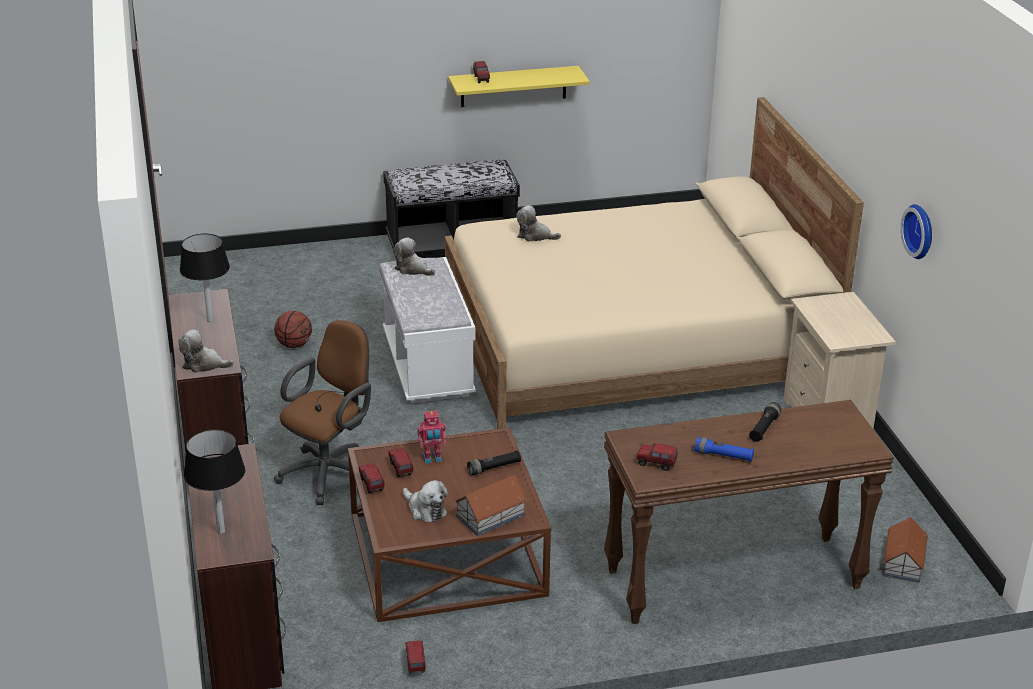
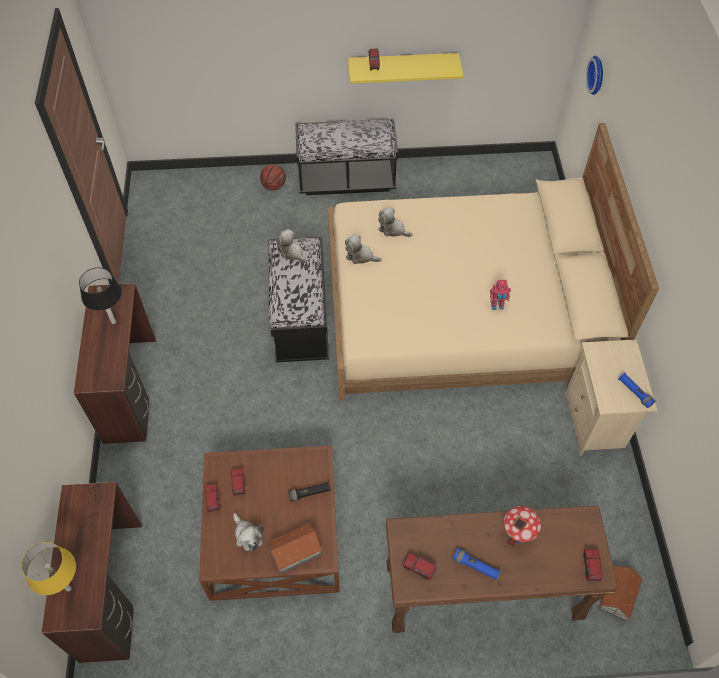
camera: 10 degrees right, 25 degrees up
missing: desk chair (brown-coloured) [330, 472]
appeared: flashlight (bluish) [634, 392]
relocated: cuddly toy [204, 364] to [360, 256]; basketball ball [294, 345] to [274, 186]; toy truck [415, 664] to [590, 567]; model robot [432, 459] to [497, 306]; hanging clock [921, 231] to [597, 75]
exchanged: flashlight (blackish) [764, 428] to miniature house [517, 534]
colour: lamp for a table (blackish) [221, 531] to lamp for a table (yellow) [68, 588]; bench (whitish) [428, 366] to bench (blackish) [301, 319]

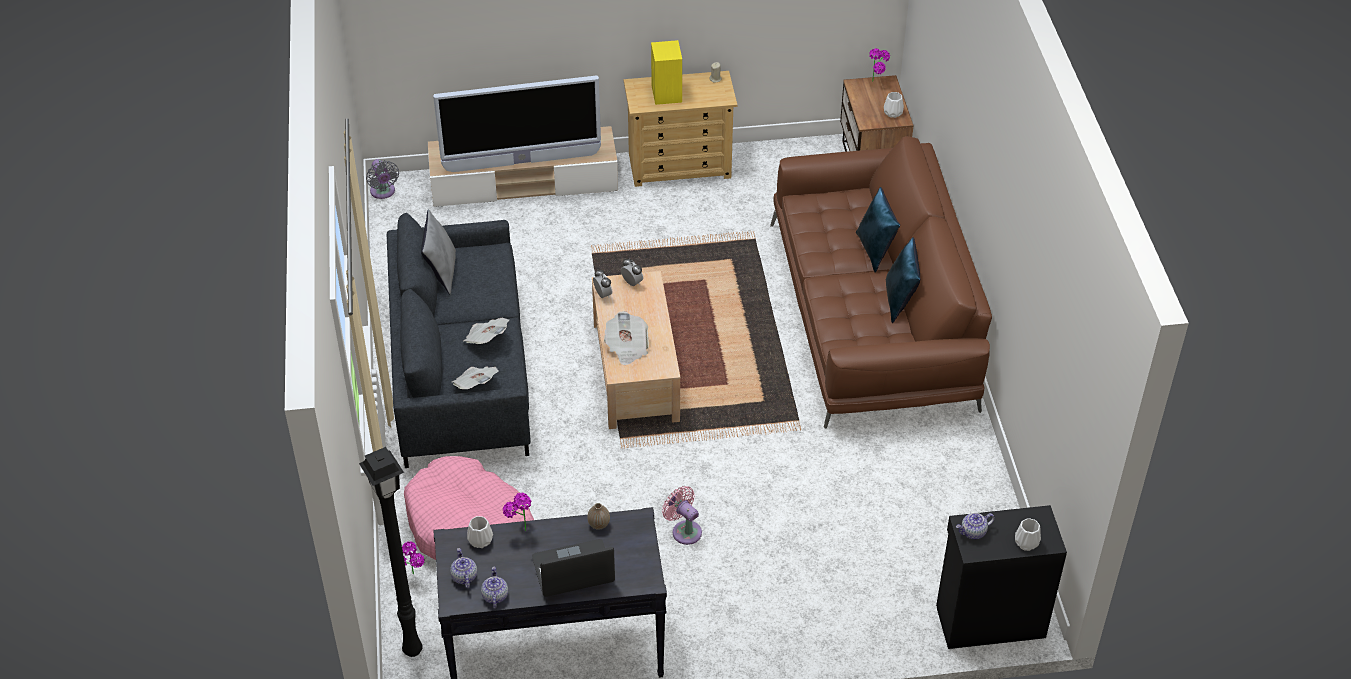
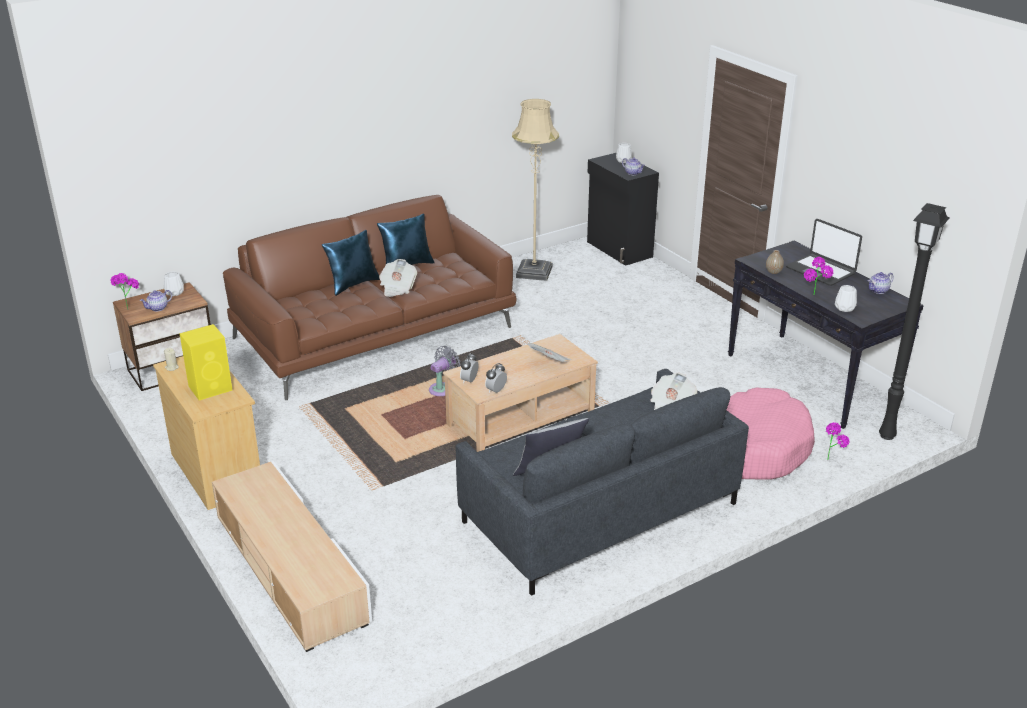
camera: 115 degrees left, 15 degrees down
missing: TV [522, 162]; electric fan (pink) [684, 530]
appeared: floor lamp (beige) [534, 272]
relocated: electric fan (gray) [383, 192] to [443, 389]; tea pot [464, 576] to [158, 308]; newspaper [486, 339] to [397, 288]

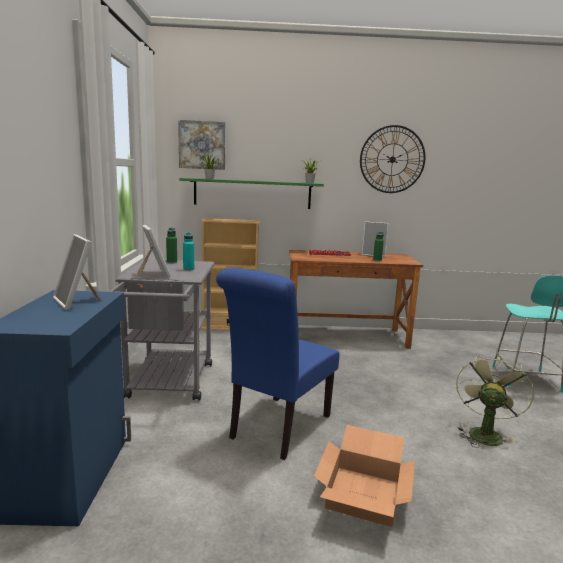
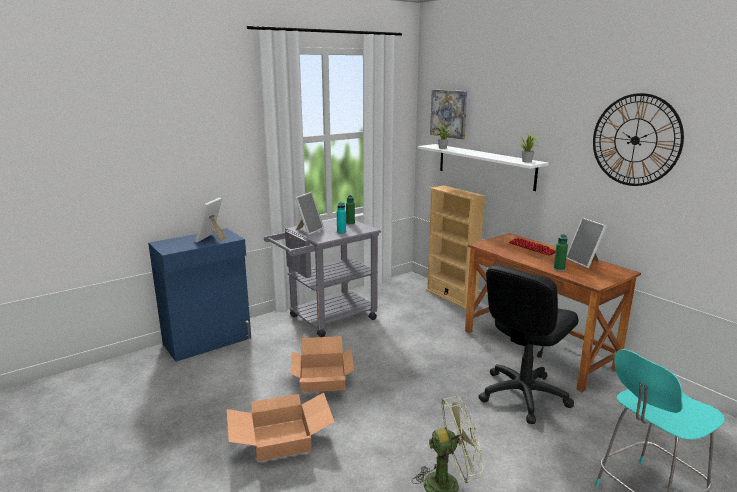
camera: 55 degrees right, 5 degrees up
appeared: desk chair (blackish) [522, 395]
exchanged: plain chair (bluish) [276, 429] to packing box [321, 378]
colour: shelf (green) [252, 193] to shelf (whitish) [485, 166]

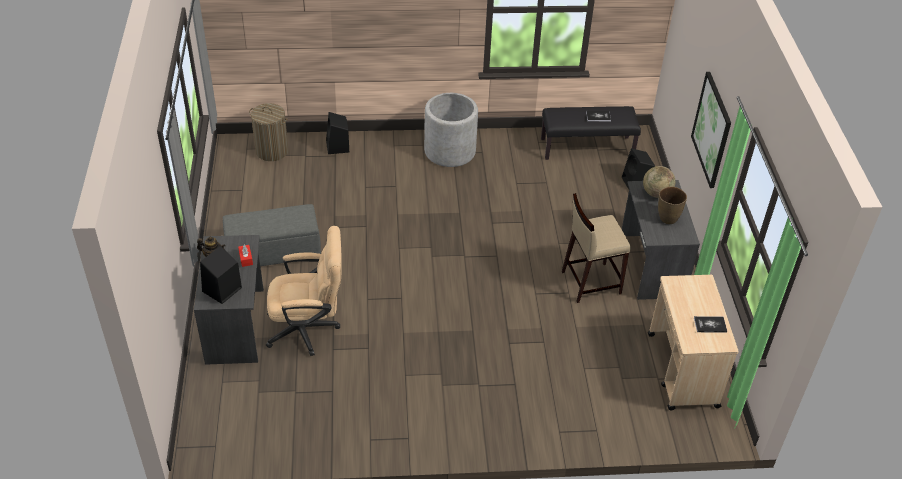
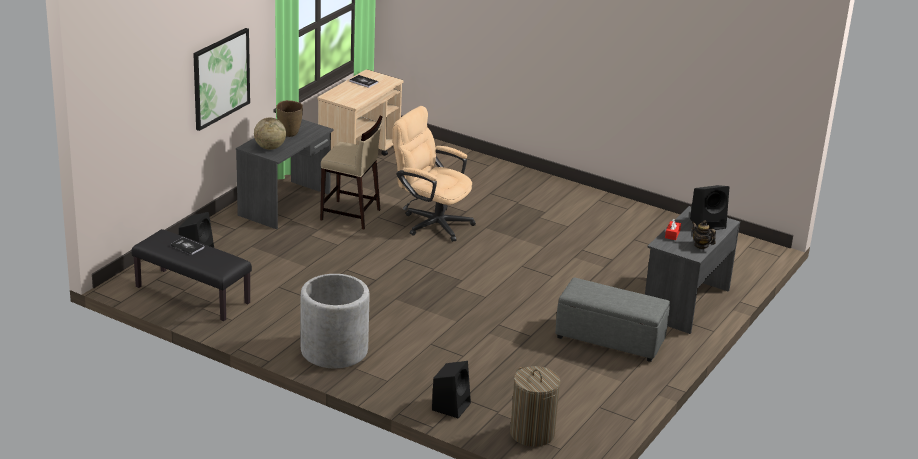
camera: 145 degrees left, 15 degrees down
relocated: desk chair (beige) [309, 329] to [431, 222]

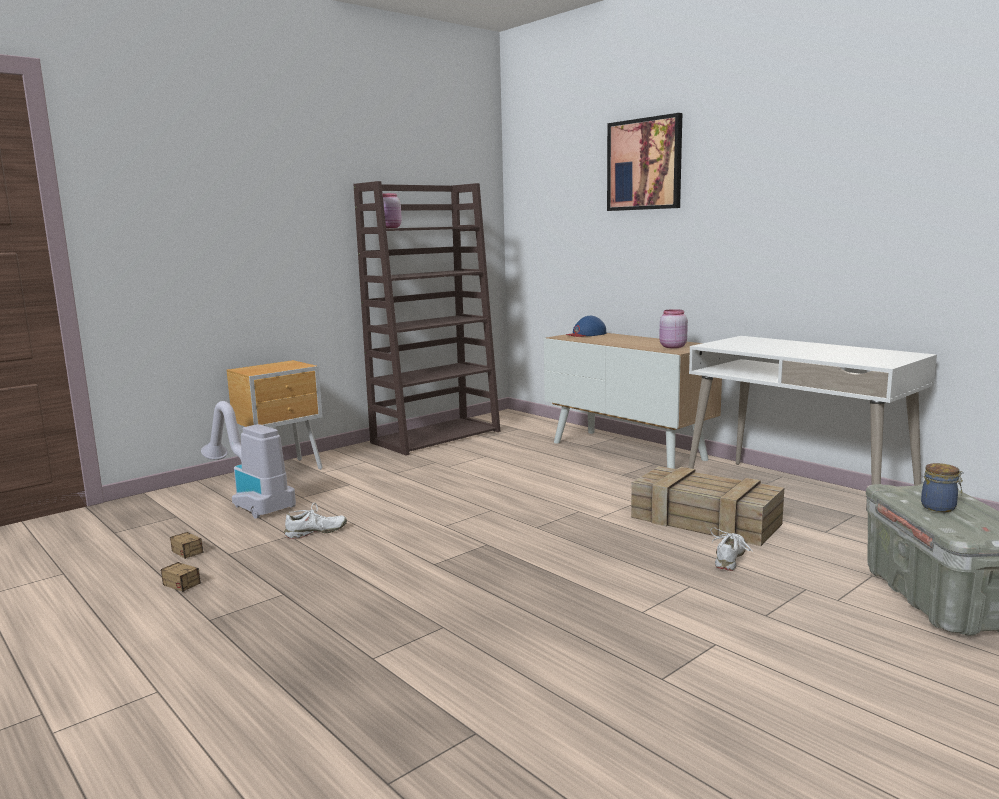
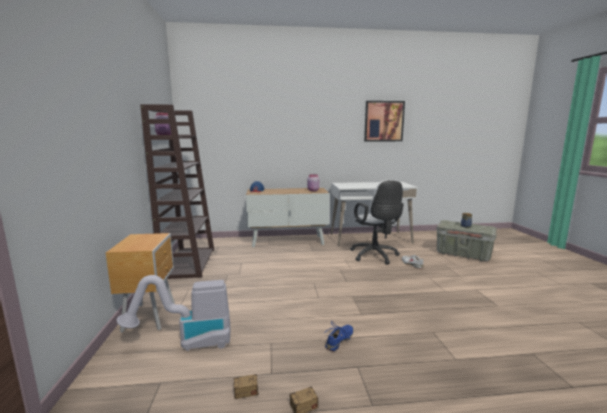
camera: 55 degrees left, 0 degrees up
missing: shoe (whitish) [316, 532]
appeared: shoe (bluish) [339, 341]
relocated: wall art [644, 164] to [383, 121]
exchanged: crate [702, 520] to desk chair (whitish) [375, 256]

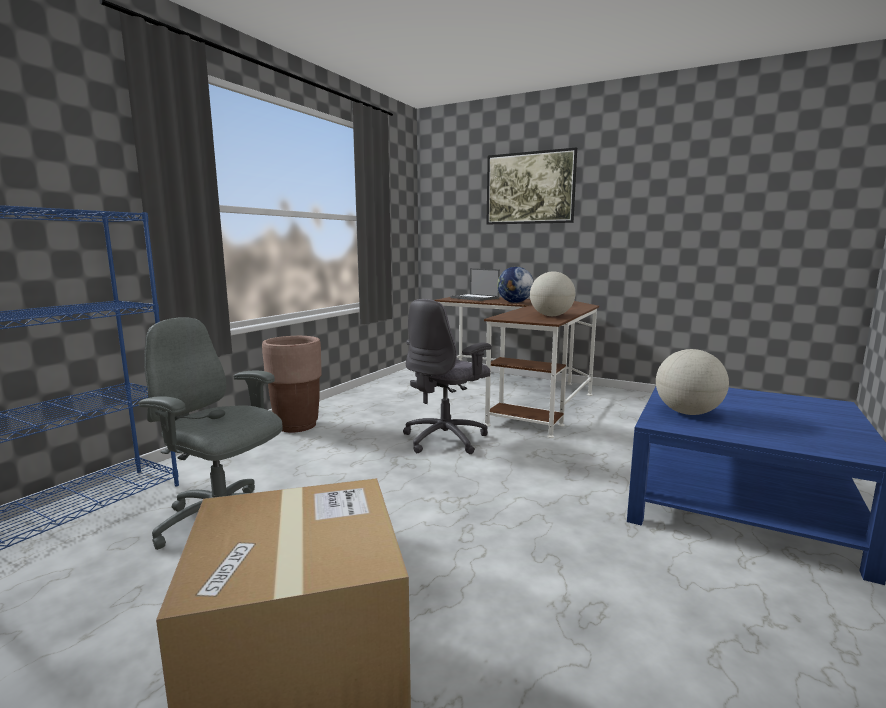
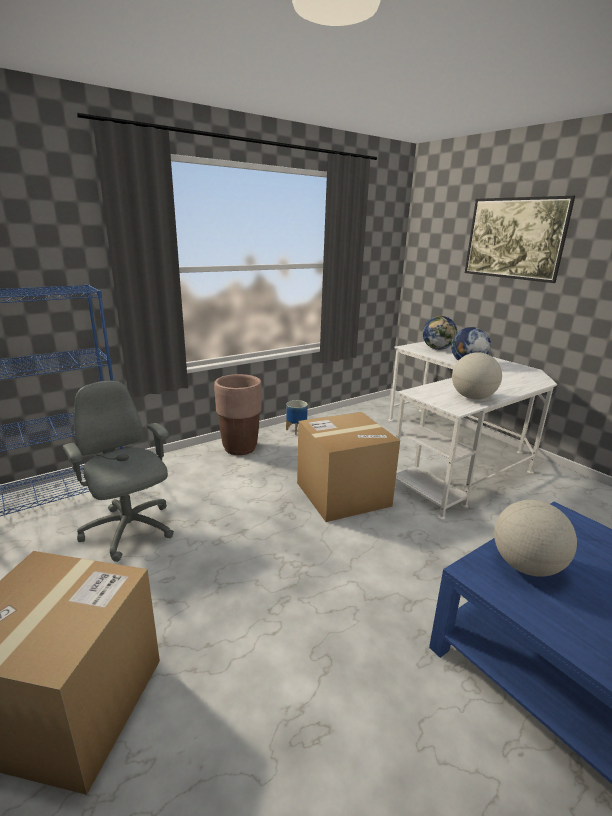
camera: 25 degrees right, 10 degrees up
appeared: planter [296, 430]
exchanged: desk chair (gray) [446, 439] to packing box [342, 494]; portable computer [475, 298] to globe [437, 349]
colour: desk (brown-coloured) [520, 394] to desk (whitish) [455, 455]

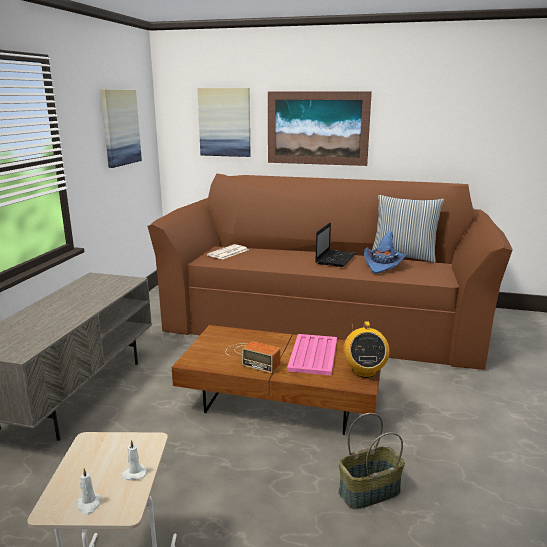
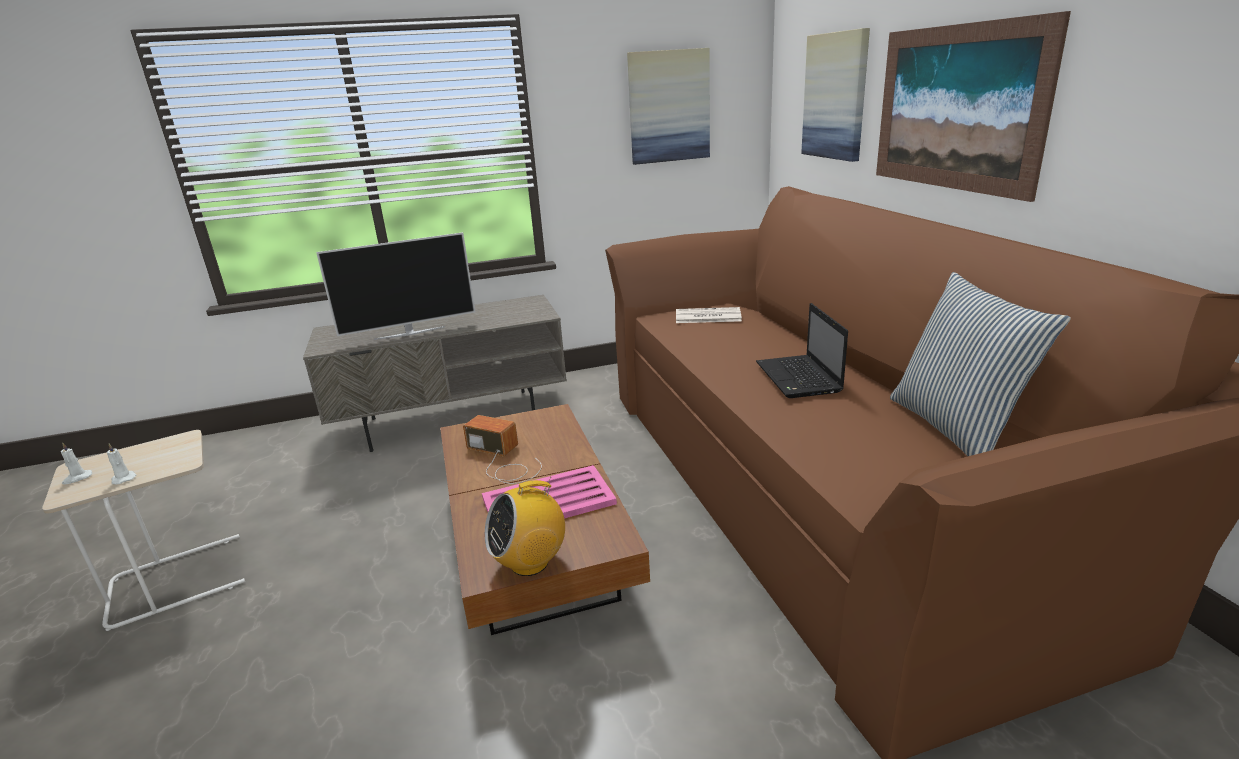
camera: 60 degrees right, 5 degrees up
missing: storage basket [369, 492]; clothing hat (bluish) [383, 265]
appeared: TV [410, 333]
spun: radio set [251, 357] = [503, 461] 120 degrees clockwise; portable computer [335, 258] = [799, 378] 90 degrees clockwise

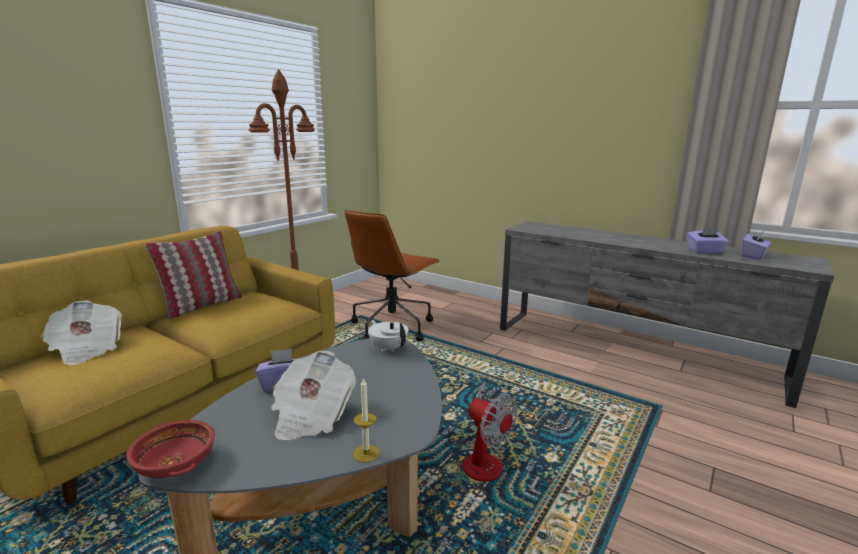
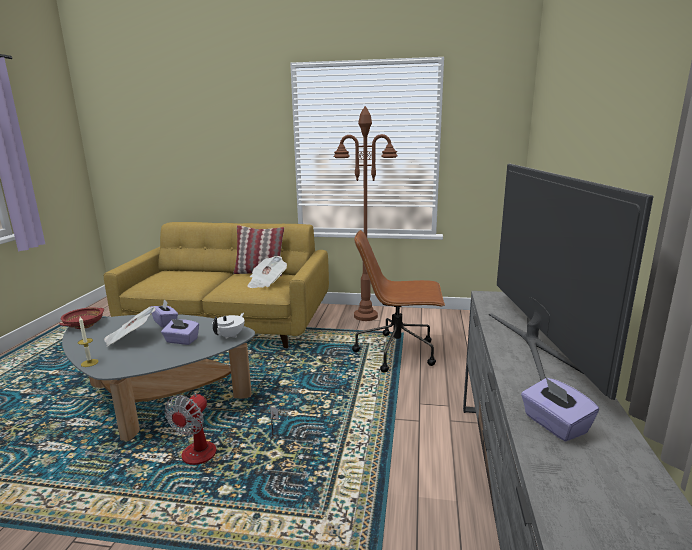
camera: 65 degrees right, 0 degrees up
appeared: TV [536, 343]
relocated: newspaper [87, 349] to [266, 283]; box of tissues (purple-coloured) [753, 256] to [181, 341]

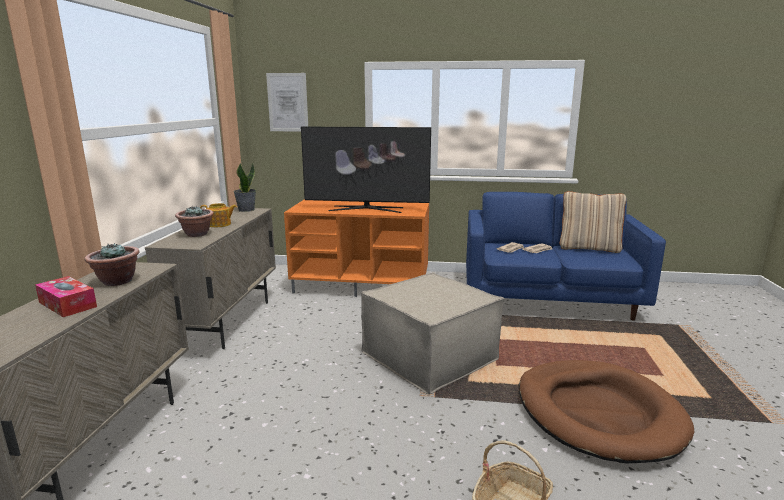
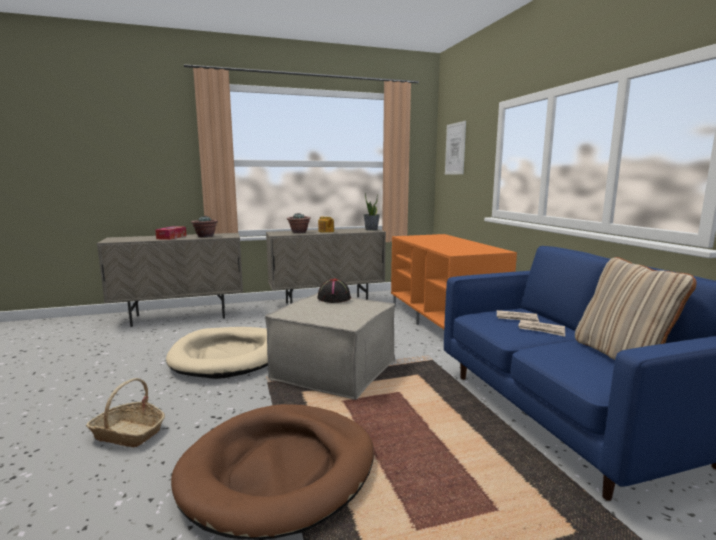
camera: 65 degrees right, 5 degrees down
missing: TV [366, 209]
appeared: pet bed (beige) [228, 356]; clothing hat (blackish) [334, 298]

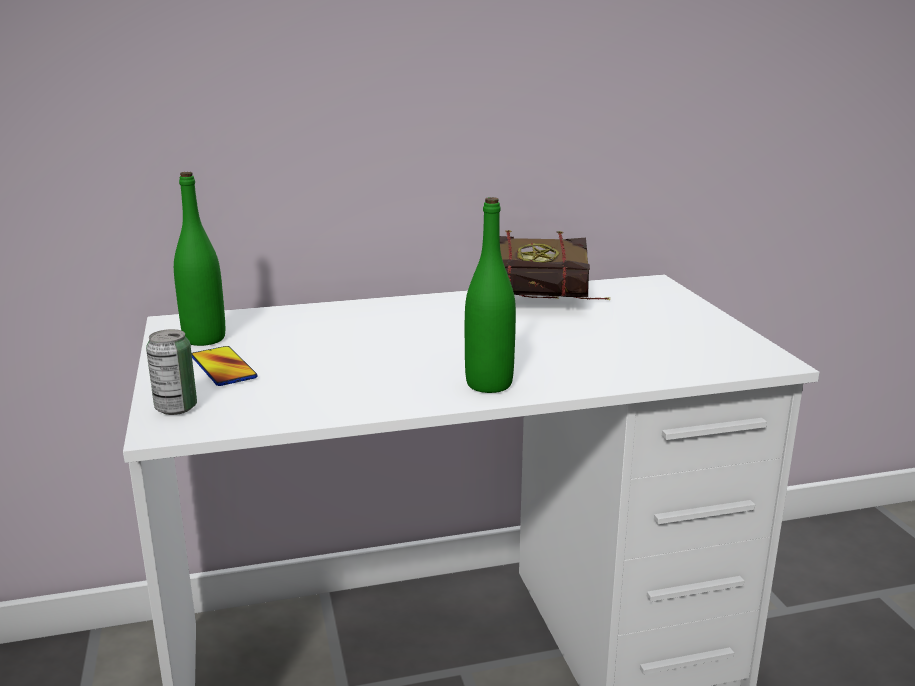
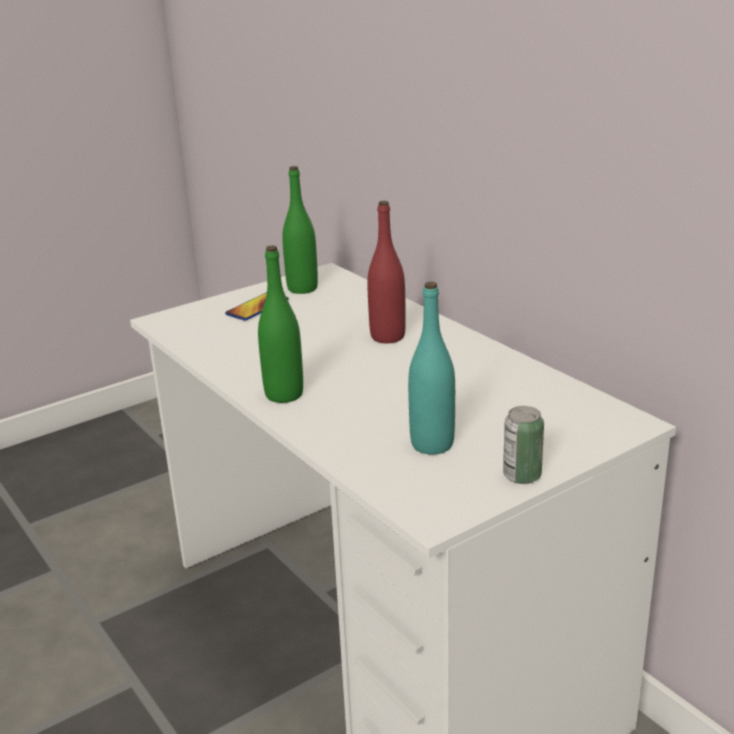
camera: 70 degrees right, 5 degrees up
missing: volume [548, 304]
appeared: drink bottle (red) [387, 337]; drink bottle (blue-green) [432, 444]
relocated: can [176, 408] to [522, 476]

